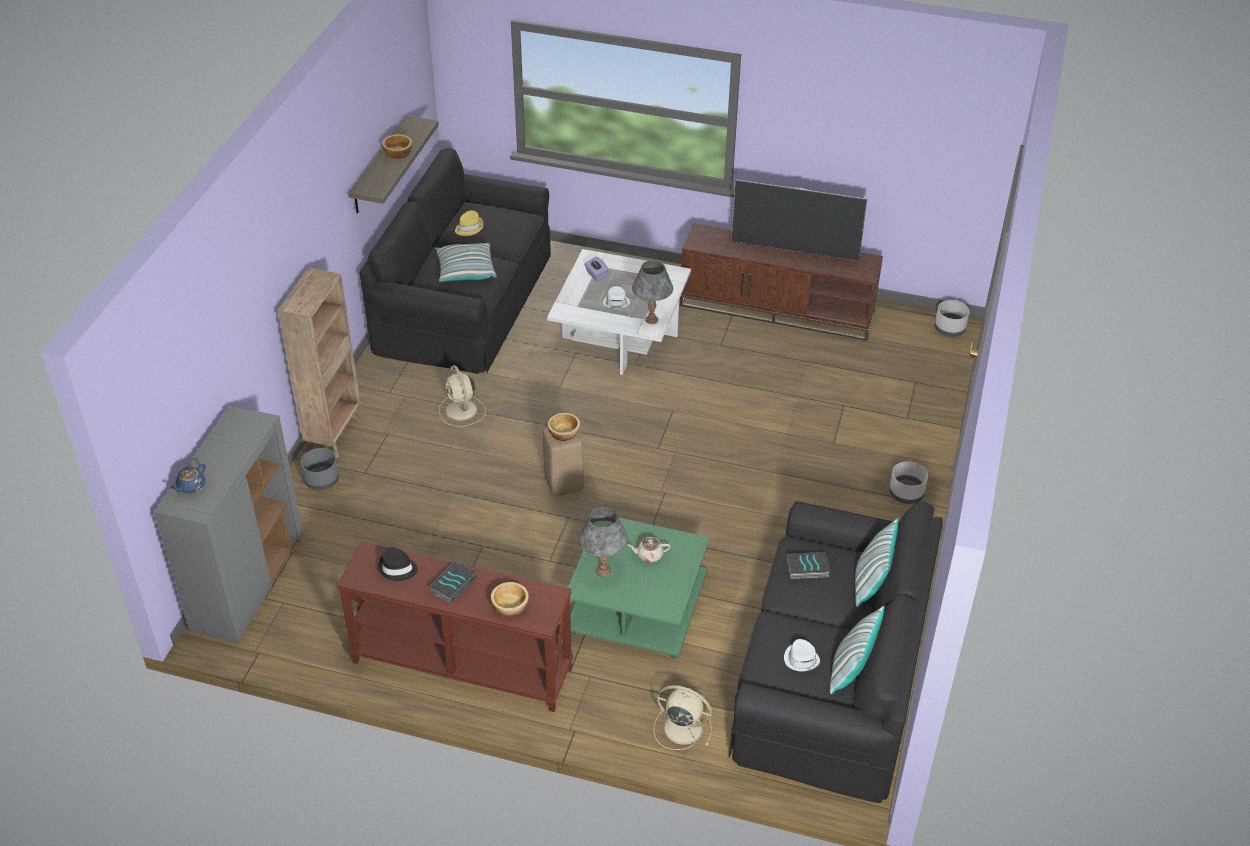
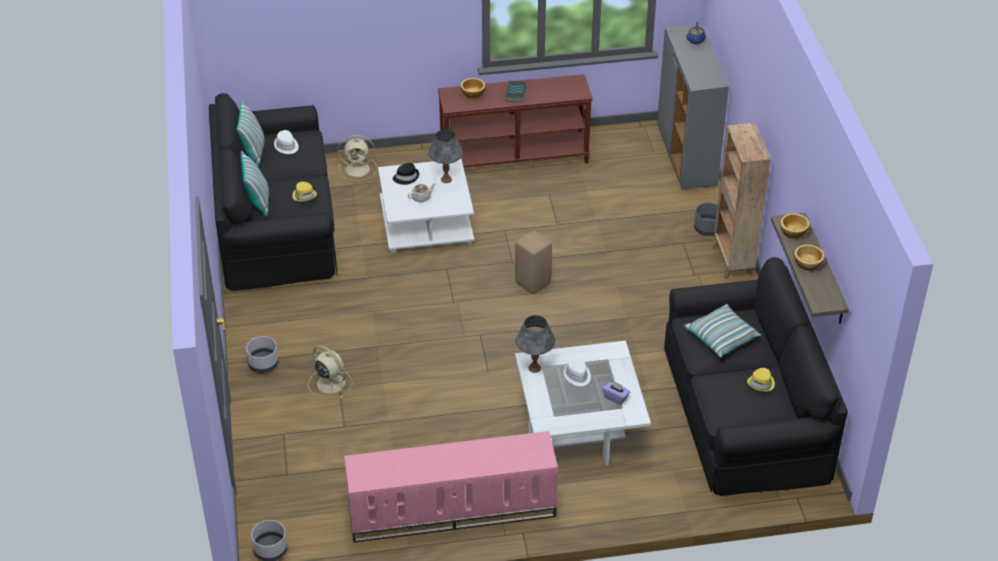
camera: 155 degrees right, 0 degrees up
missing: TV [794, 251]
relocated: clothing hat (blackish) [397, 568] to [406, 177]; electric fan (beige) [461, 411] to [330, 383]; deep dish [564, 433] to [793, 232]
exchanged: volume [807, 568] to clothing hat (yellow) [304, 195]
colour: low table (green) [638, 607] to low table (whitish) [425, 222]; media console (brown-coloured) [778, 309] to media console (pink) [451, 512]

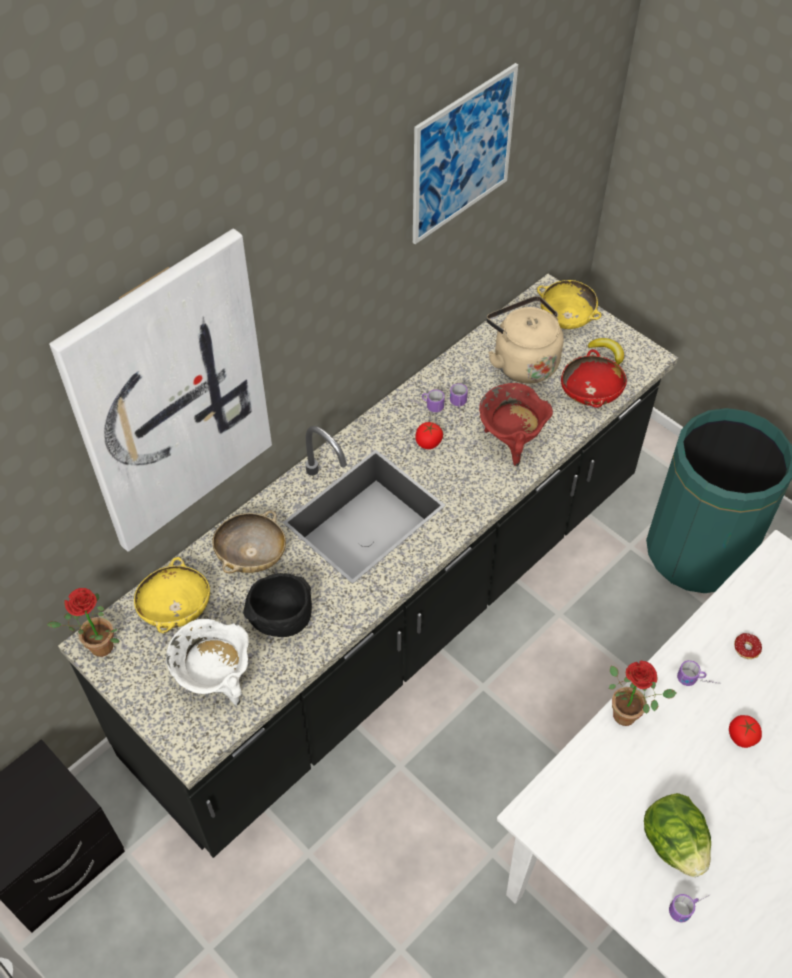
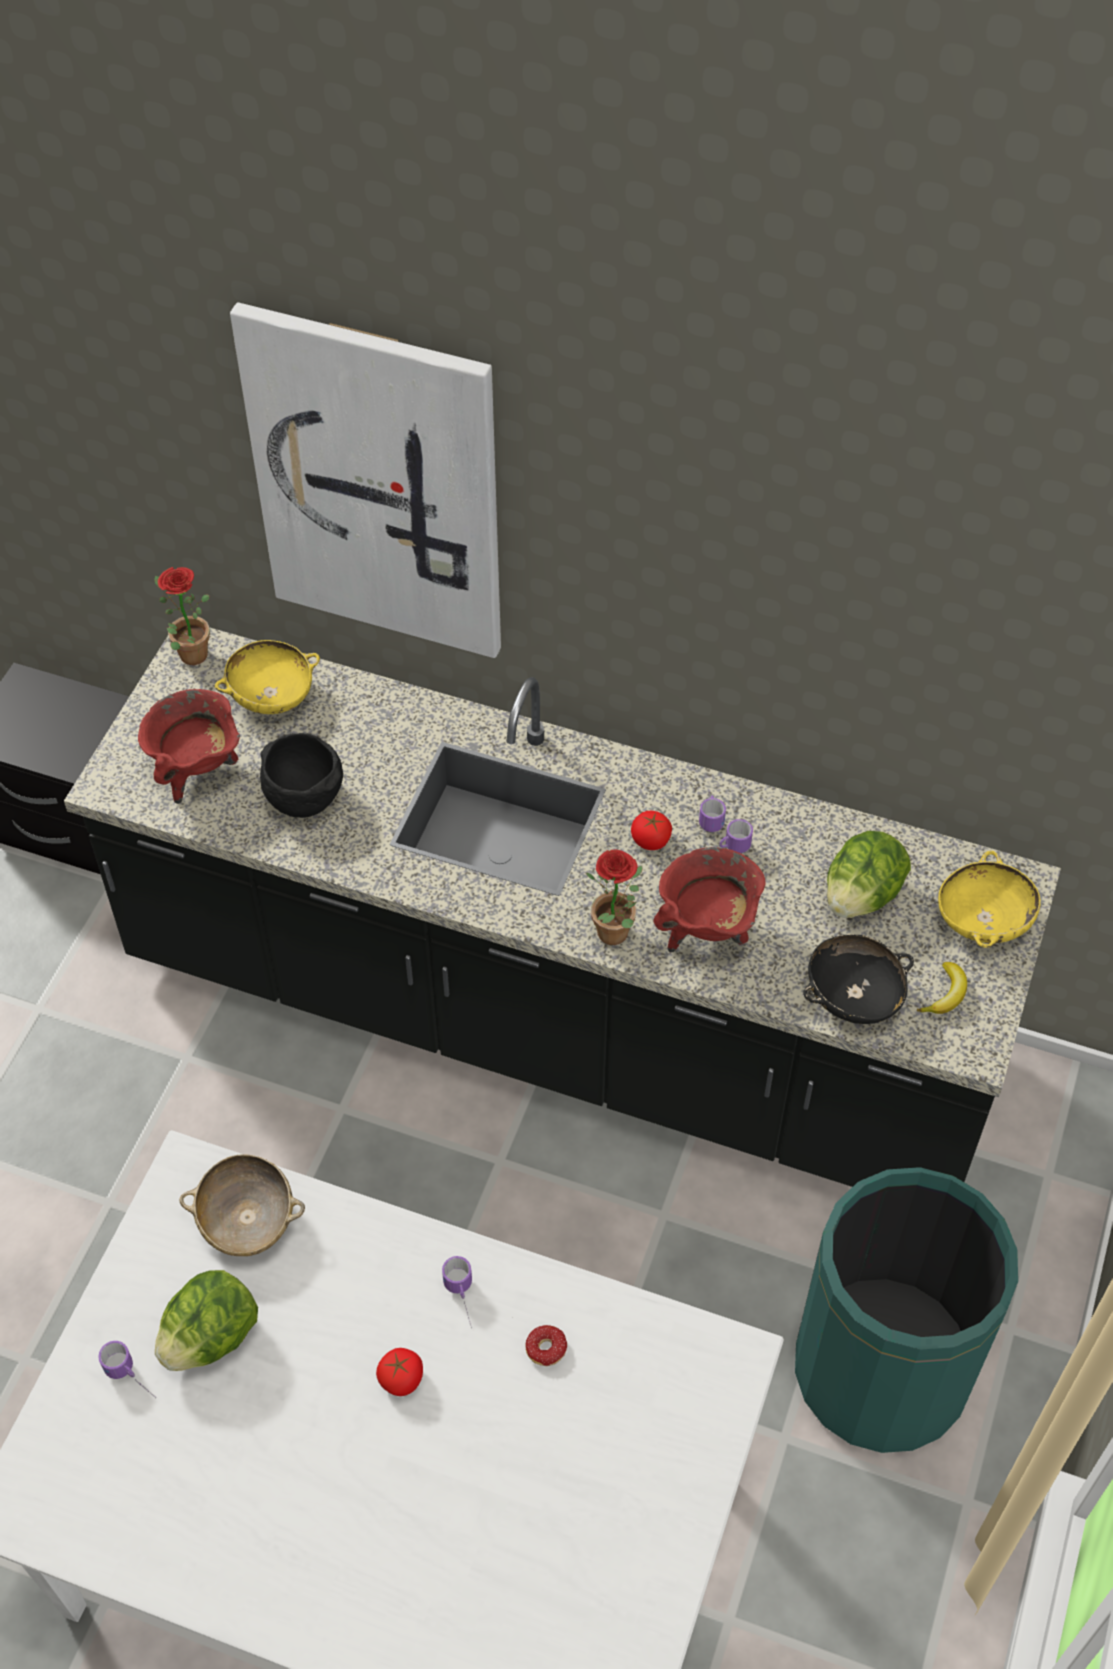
camera: 65 degrees right, 0 degrees up
missing: wall art [462, 155]
relocated: deep dish (beige) [252, 555] to [247, 1221]; houseplant [629, 714] to [617, 937]
exchanged: water kettle (beige) [522, 361] to lettuce [862, 895]
colour: cooking pot (whitish) [216, 680] to cooking pot (red) [198, 771]; deep dish (red) [590, 394] to deep dish (blackish) [853, 997]

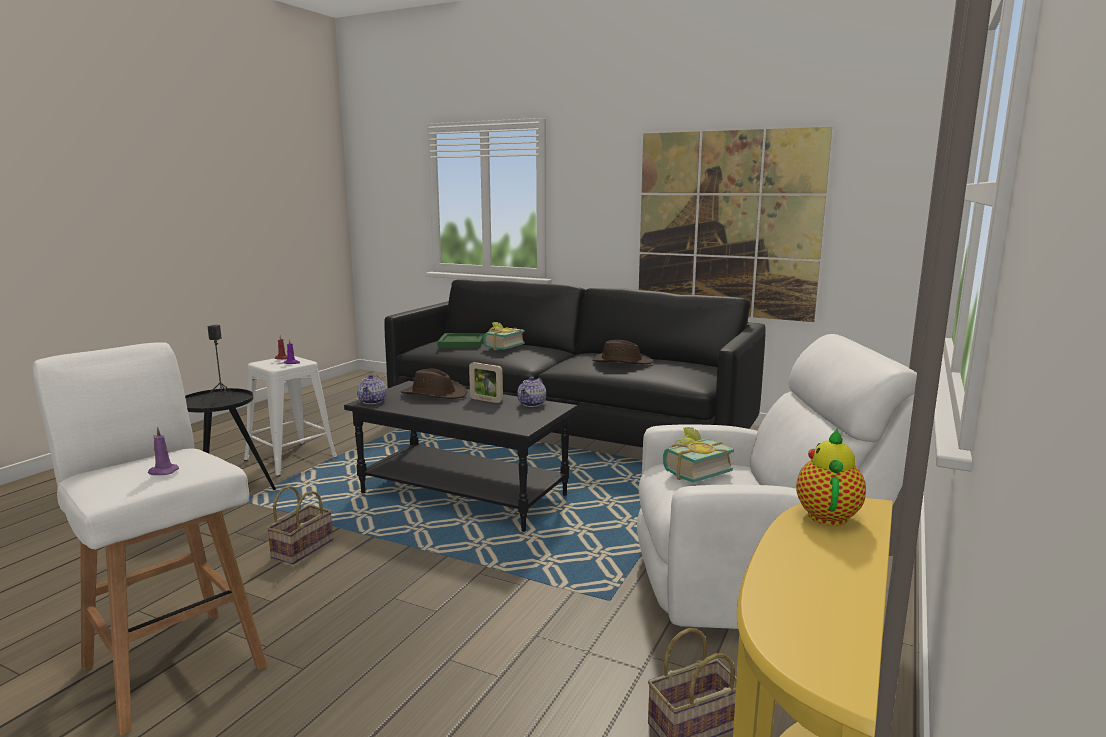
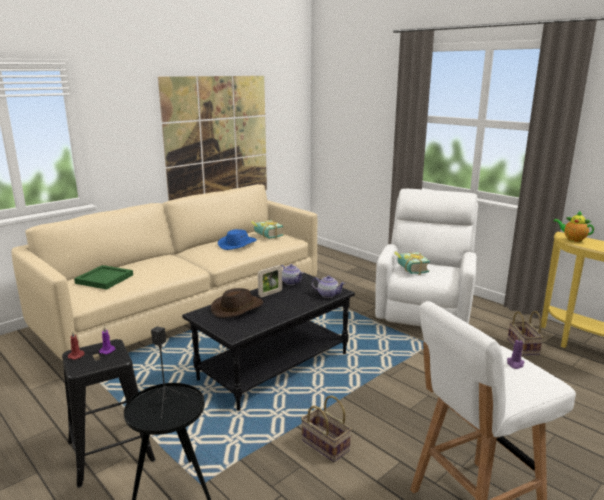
camera: 70 degrees left, 5 degrees up
relocated: tea pot [373, 401] to [328, 294]; volume [501, 346] to [266, 236]
colour: stool seat (whitish) [291, 458] to stool seat (blackish) [110, 450]; settee (blackish) [568, 428] to settee (beige) [187, 310]; clothing hat (brown-coloured) [621, 362] to clothing hat (bluish) [237, 244]

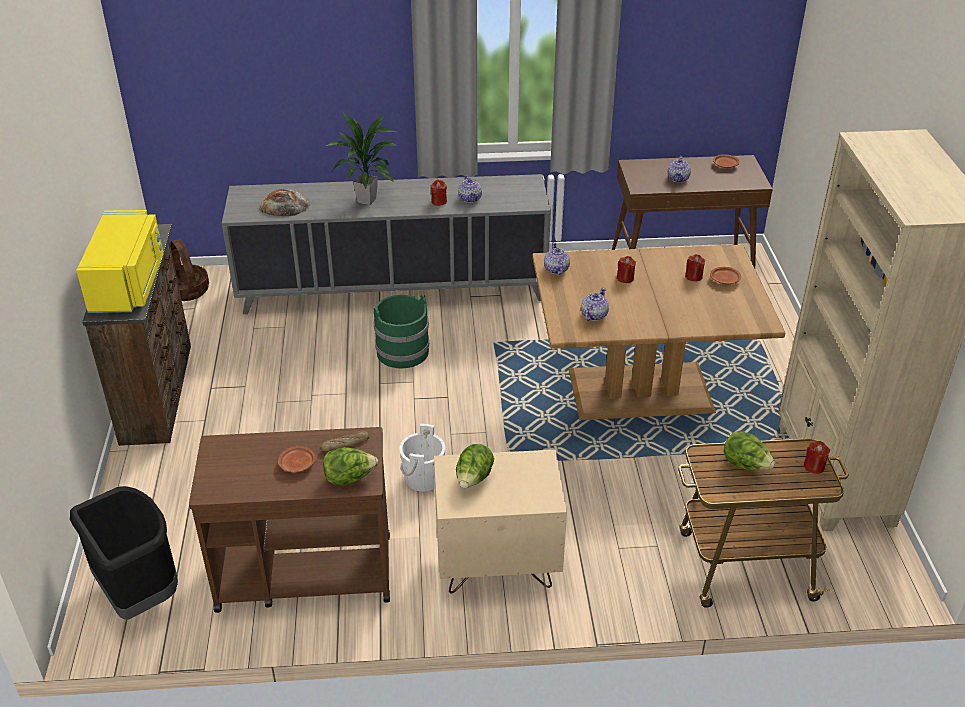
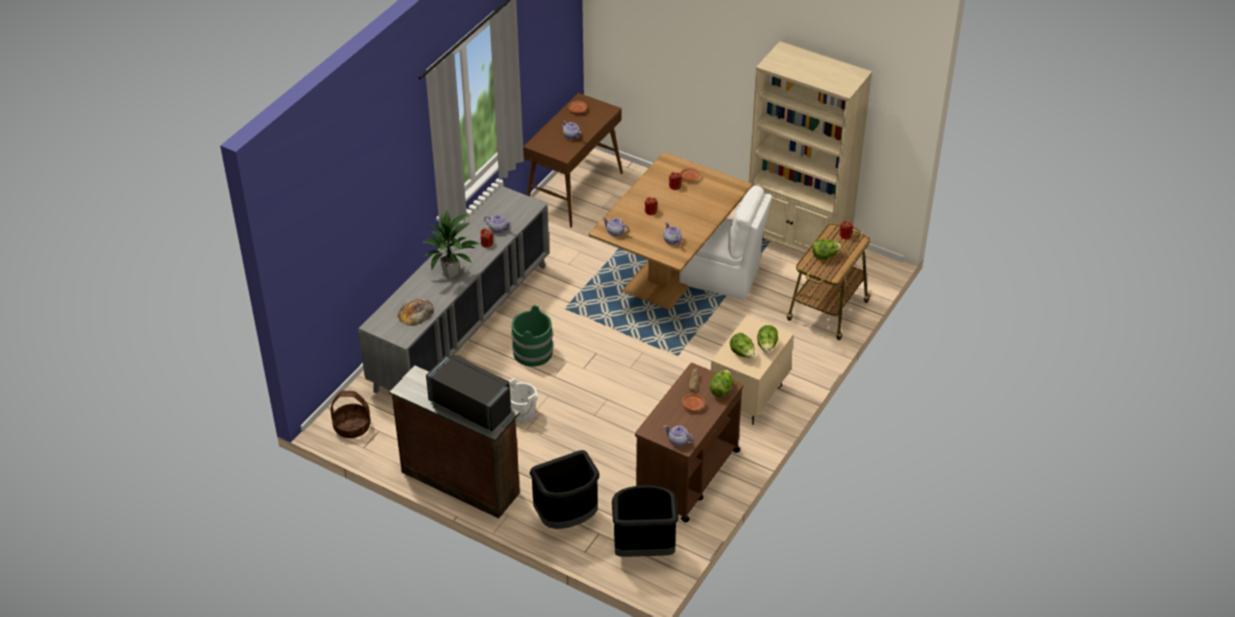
camera: 55 degrees left, 5 degrees up
appeared: waste bin (blackish) [567, 518]; tea pot [678, 441]; plain chair (whitish) [722, 276]; lettuce [767, 346]
relocated: water bucket (whitish) [423, 478] to [522, 413]
colour: microwave (yellow) [129, 284] to microwave (blackish) [472, 406]

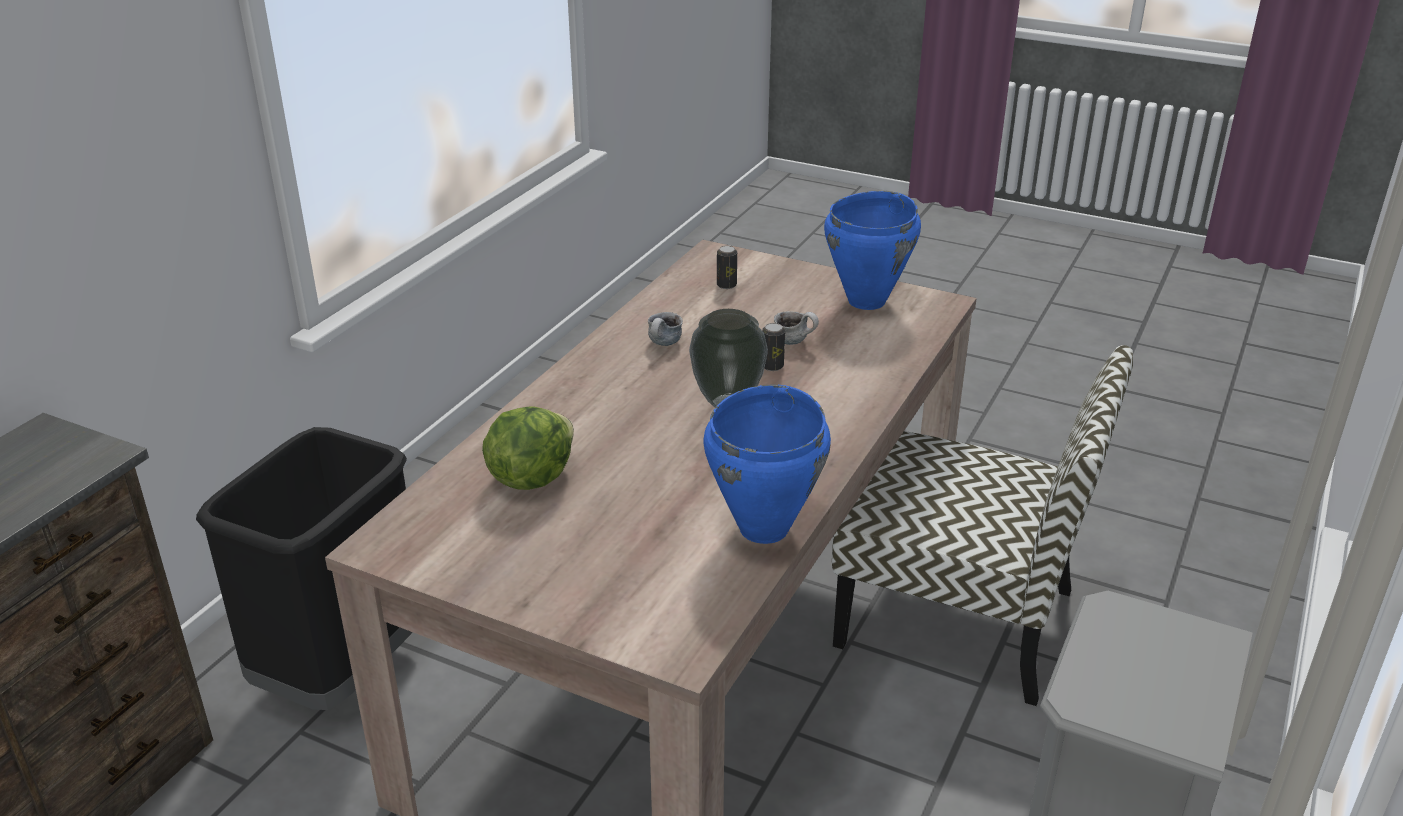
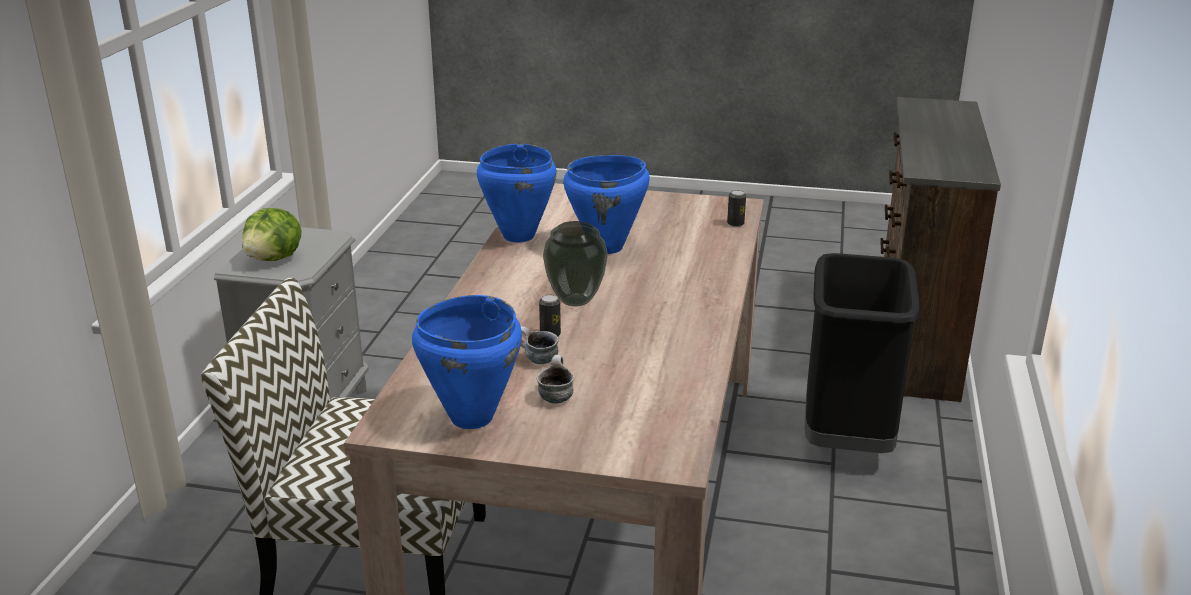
camera: 165 degrees right, 5 degrees down
appeared: cooking pot (bluish) [607, 247]
relocated: lettuce [530, 477] to [275, 259]; tea mug [664, 344] to [555, 396]; can [726, 285] to [735, 224]

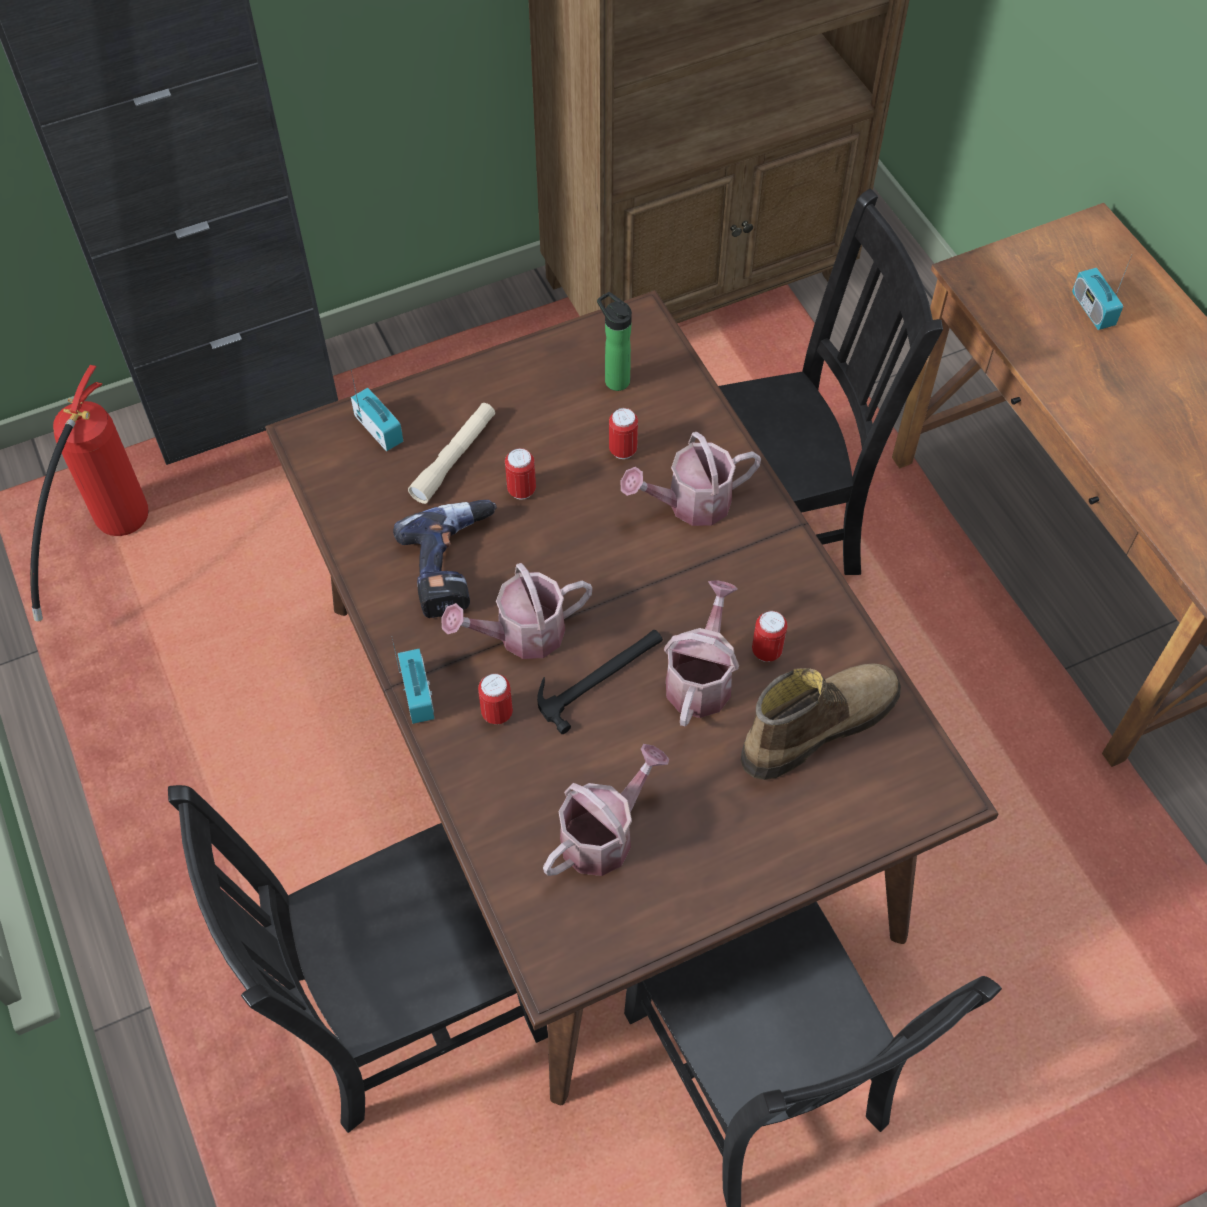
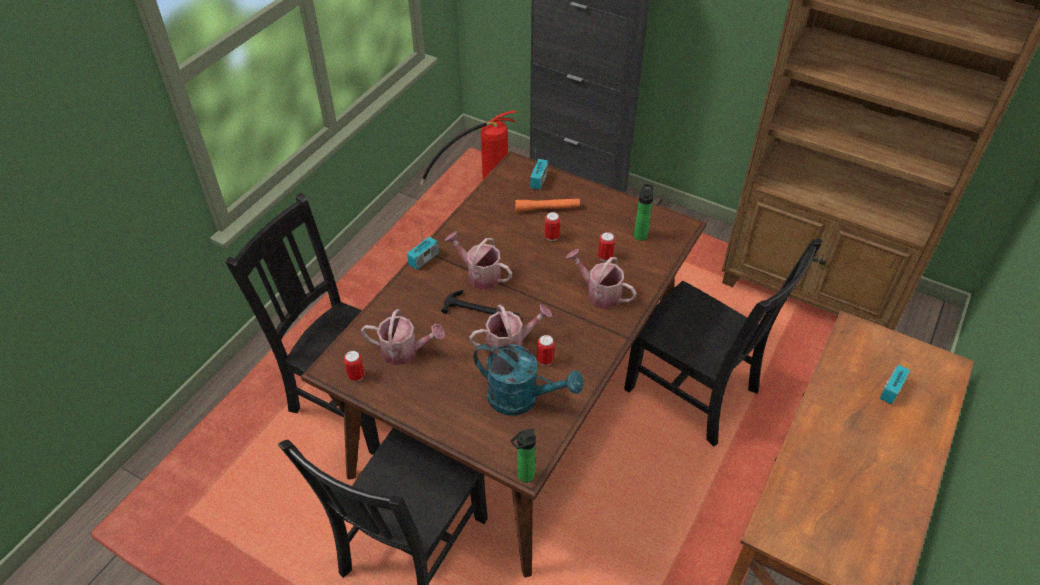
camera: 55 degrees right, 10 degrees down
missing: electric drill [454, 566]
appeared: drink bottle [523, 477]
relocated: can [497, 713] to [356, 376]
exchanged: boot [817, 725] to watering pot (blue-green) [522, 398]
colour: flashlight (beige) [454, 458] to flashlight (orange-coloured) [547, 208]

